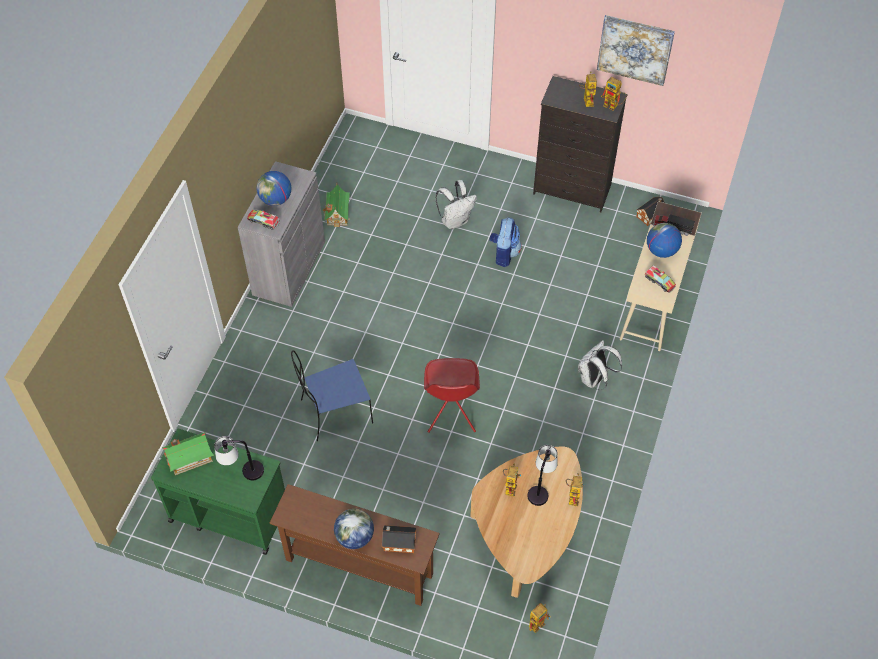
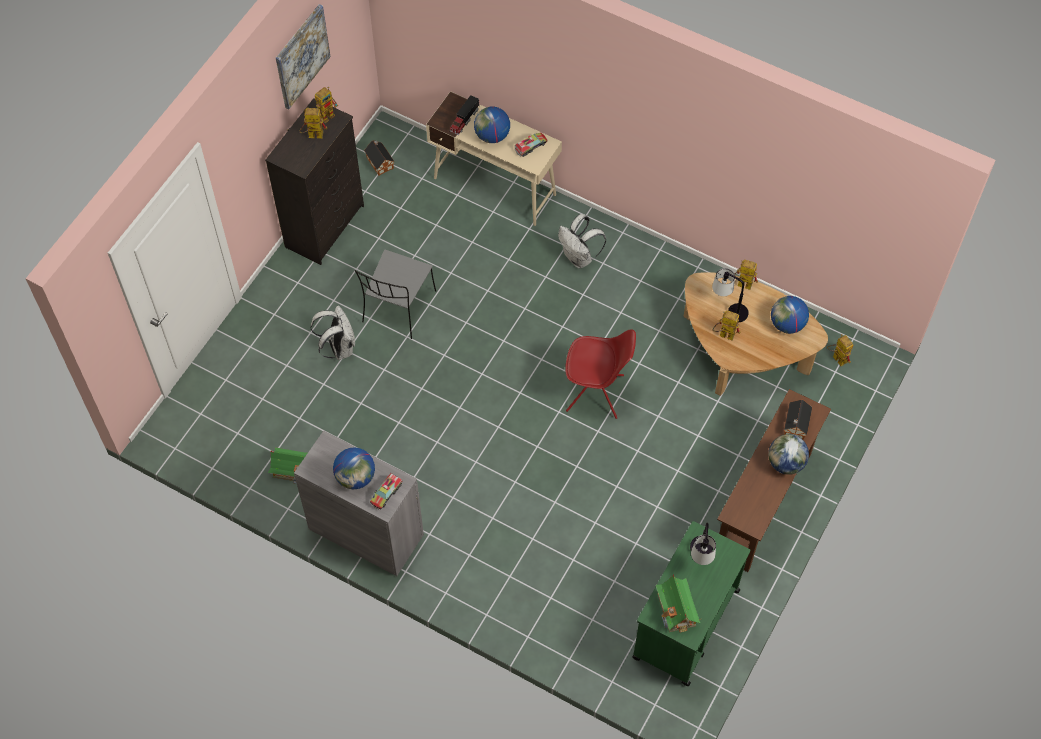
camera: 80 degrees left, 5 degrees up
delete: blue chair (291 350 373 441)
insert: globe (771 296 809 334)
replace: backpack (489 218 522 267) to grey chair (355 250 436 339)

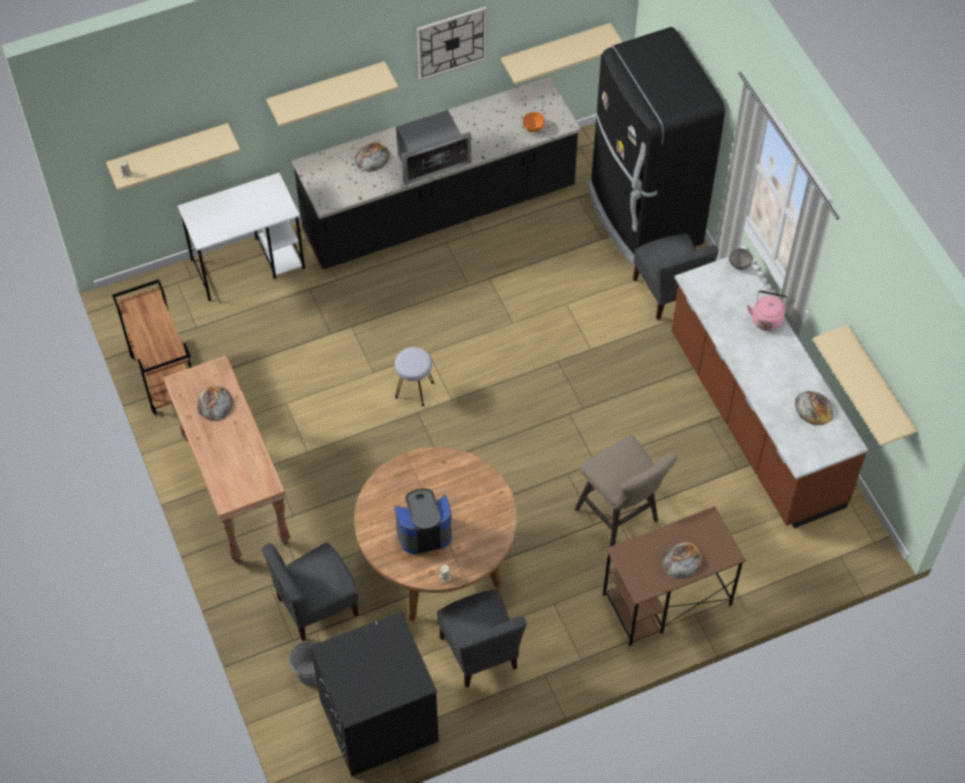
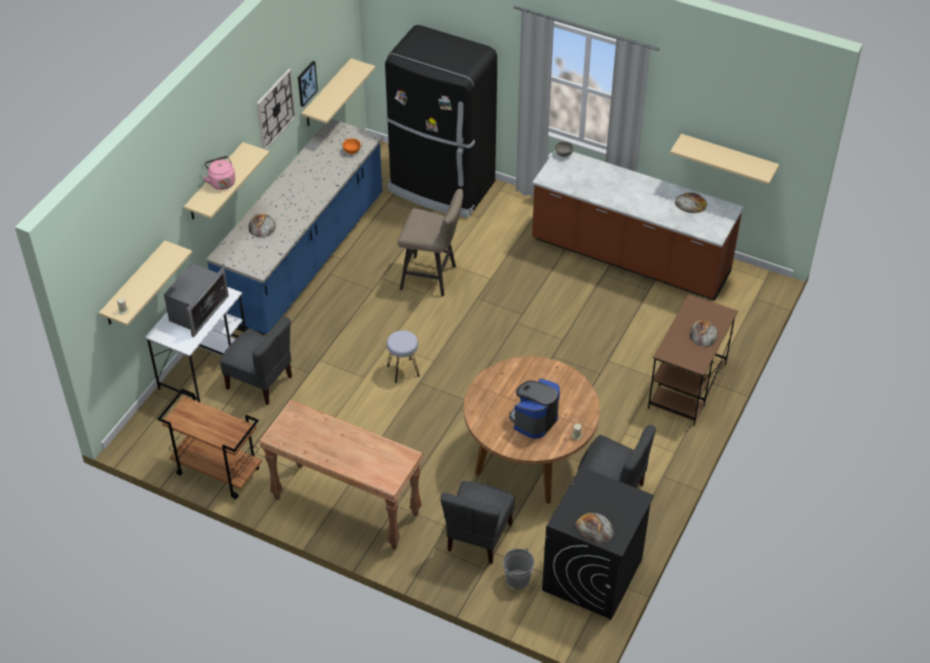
camera: 40 degrees left, 10 degrees down
insert: picture (298 61 318 107)
move: bread (197 386 232 421) to (576 513 614 543); microwave (396 110 471 185) to (164 263 229 337); beige stool (575 434 677 547) to (398 189 463 297); grey chair (633 234 719 320) to (220 317 292 405); pink kettle (747 290 788 331) to (203 156 235 190)
recolor: black counter (292 77 581 269) to blue counter (206 119 383 335)

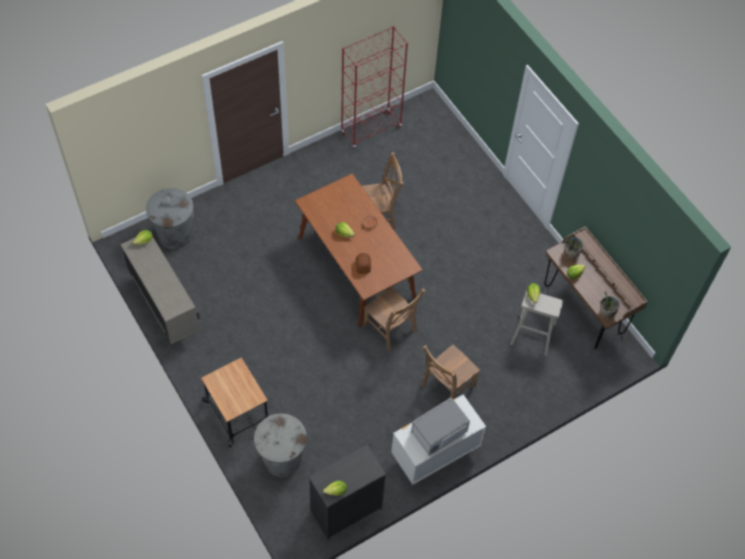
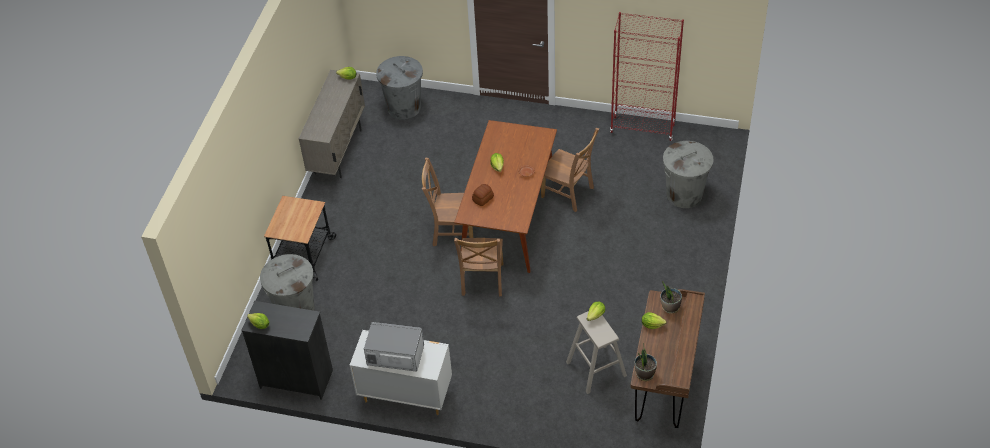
camera: 50 degrees right, 10 degrees down
insert: grey trash can (663 141 714 208)
move: brown chair (421 345 480 399) to (422 157 473 246)

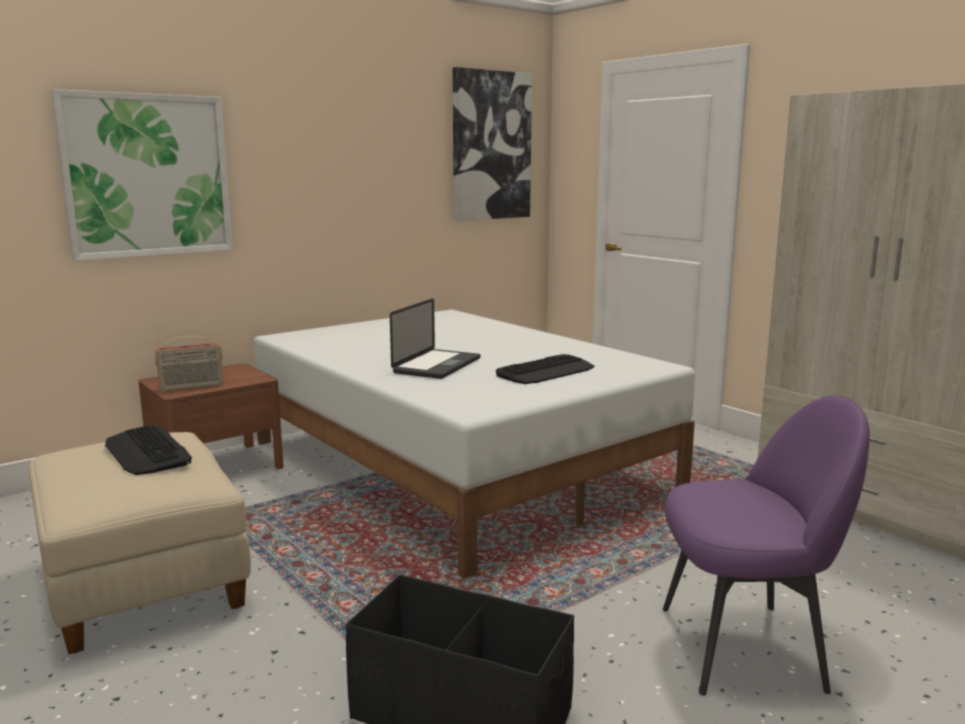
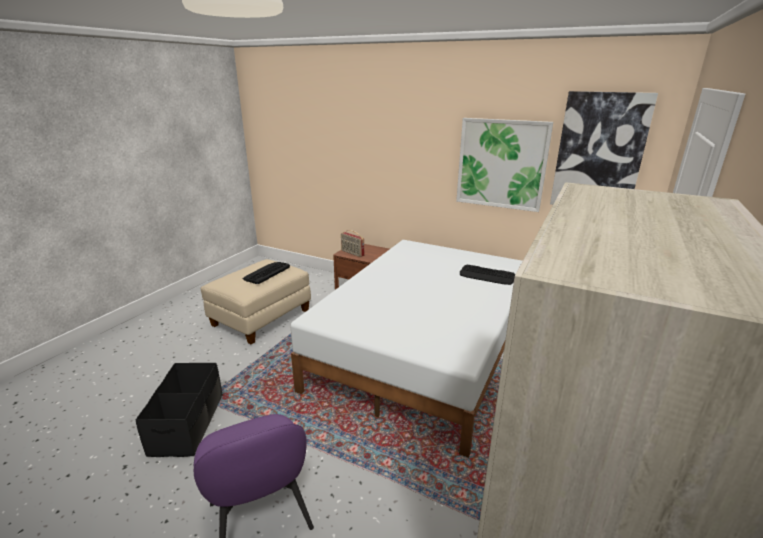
camera: 65 degrees right, 10 degrees up
delete: laptop (390 298 480 379)
move: picture (51 89 233 261) to (456 118 553 212); keyboard (496 354 595 384) to (460 265 515 285)

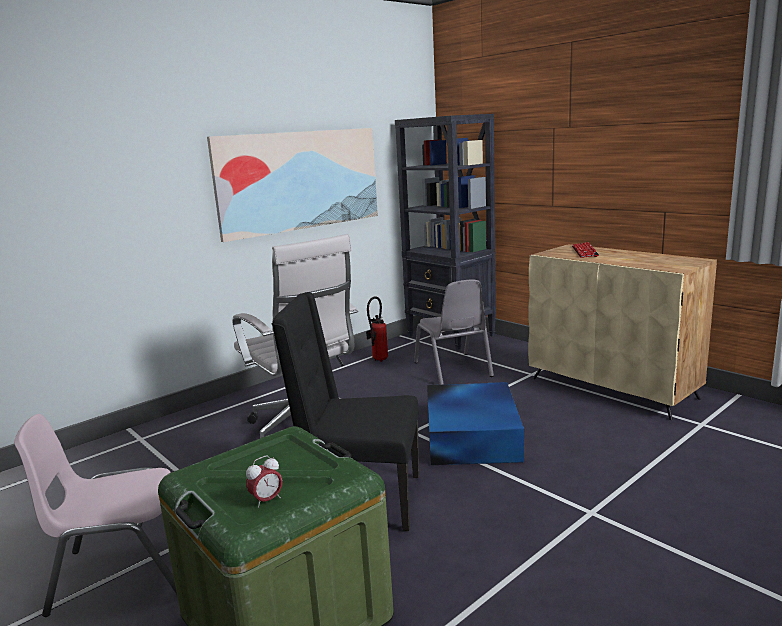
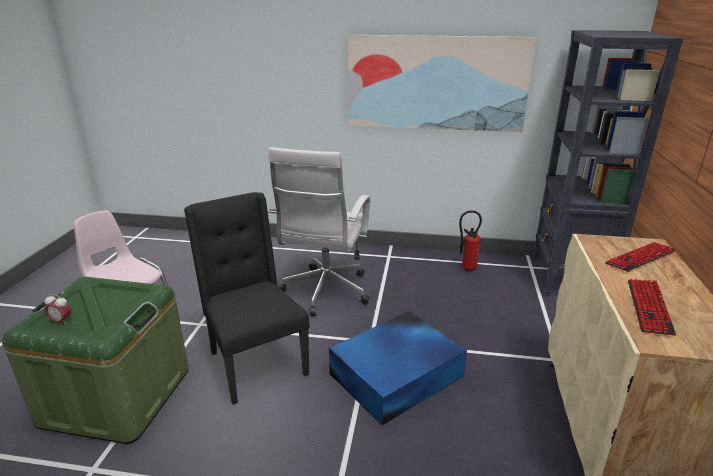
camera: 50 degrees right, 10 degrees up
delete: grey chair (414 279 494 385)
insert: keyboard (628 279 676 336)

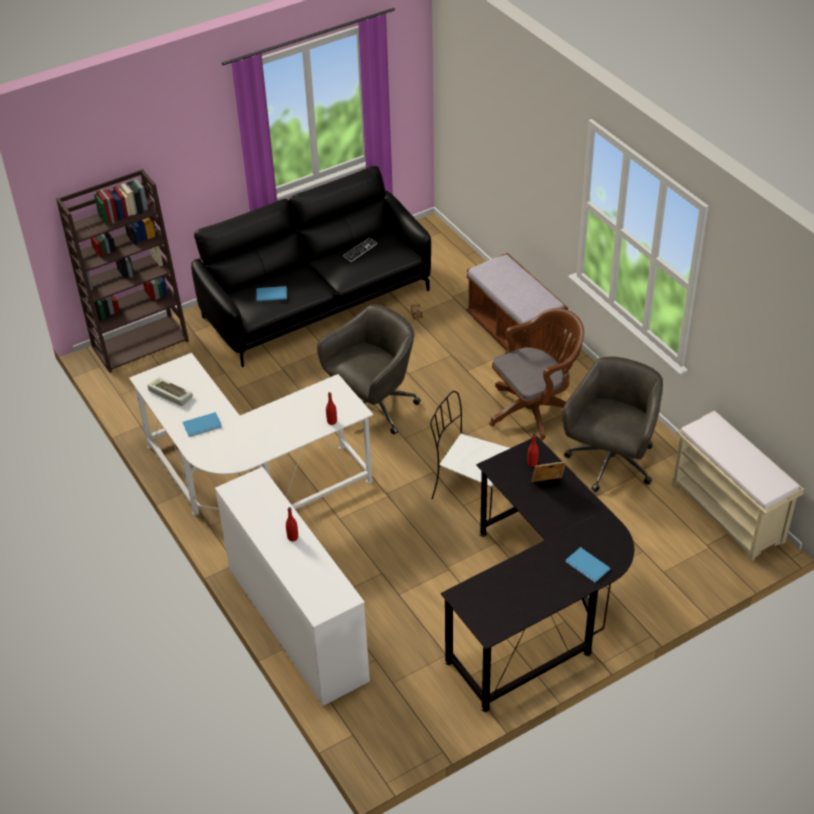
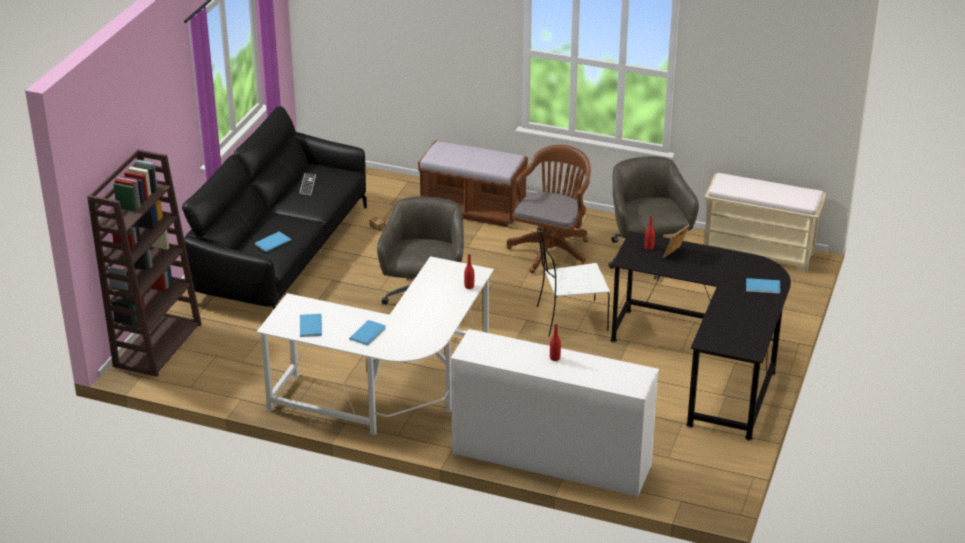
camera: 40 degrees left, 10 degrees down
replace: keyboard (147 377 193 406) to blue book (300 314 322 337)

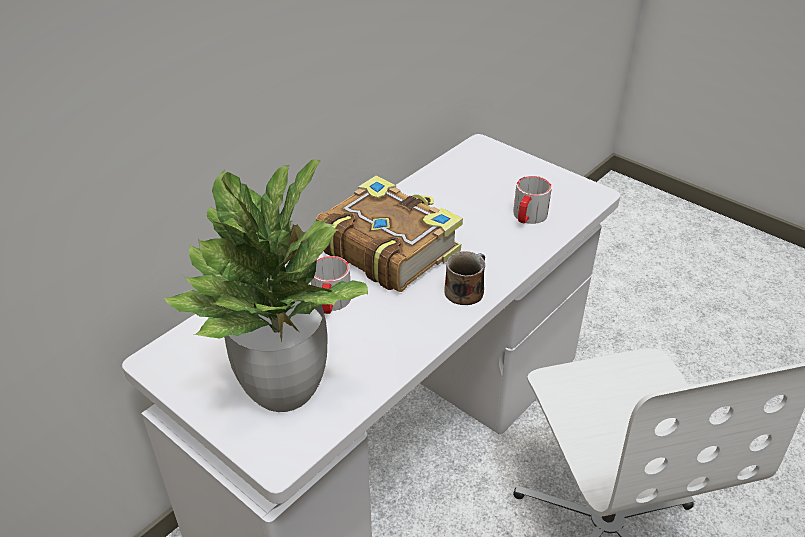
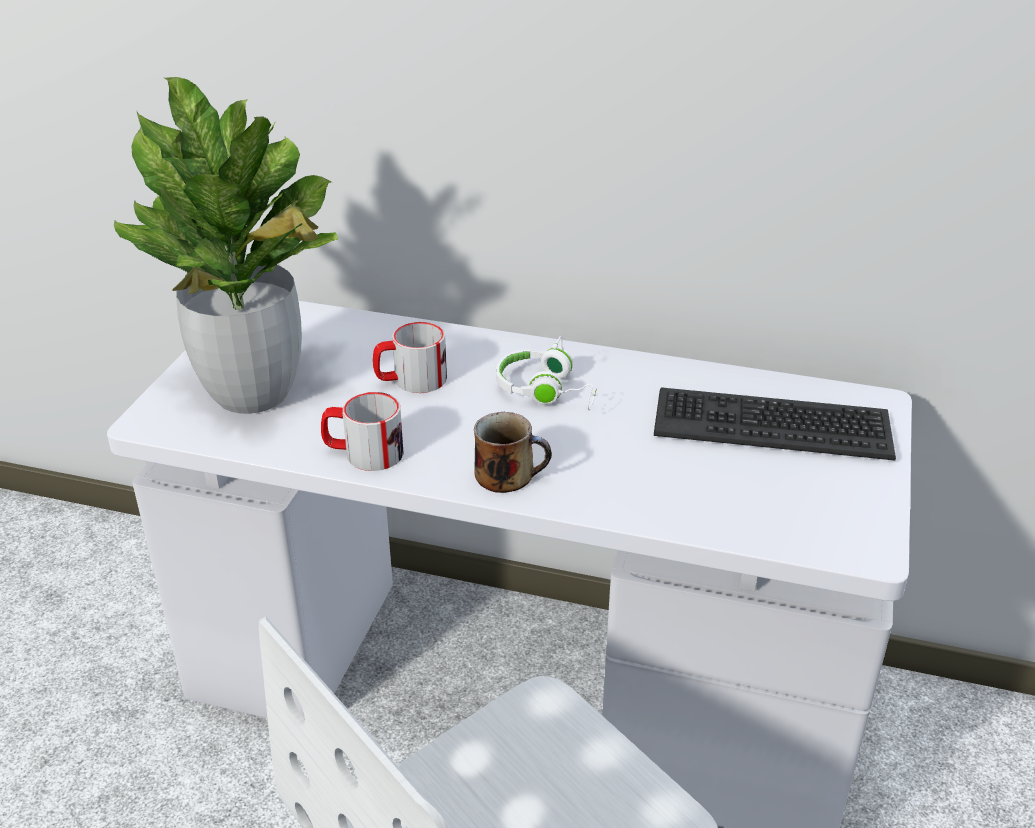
camera: 65 degrees right, 5 degrees down
insert: keyboard (654 387 896 461)
move: mug (513 176 552 224) to (321 392 404 471)
replace: book (315 176 463 292) to white headphones (496 336 597 410)

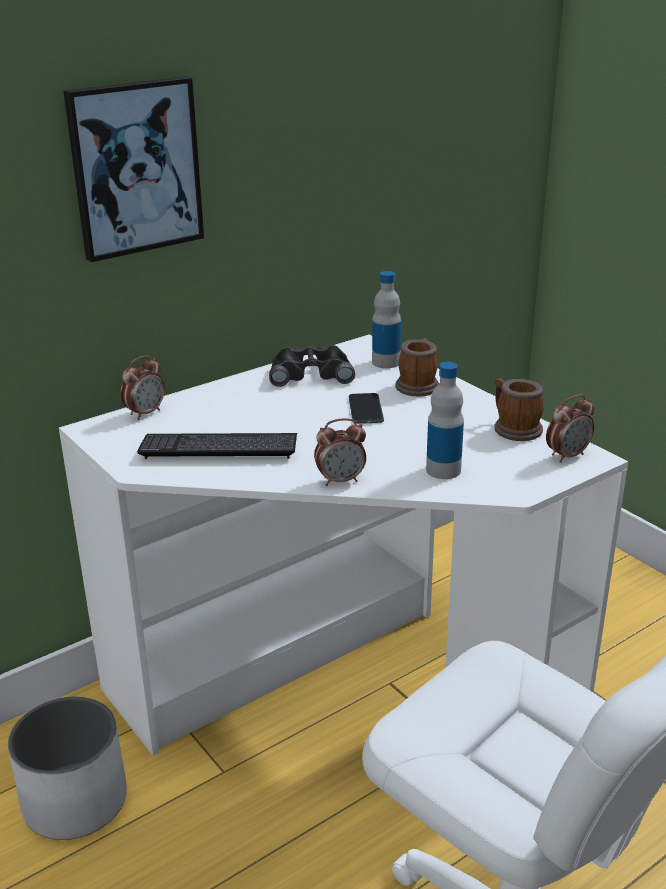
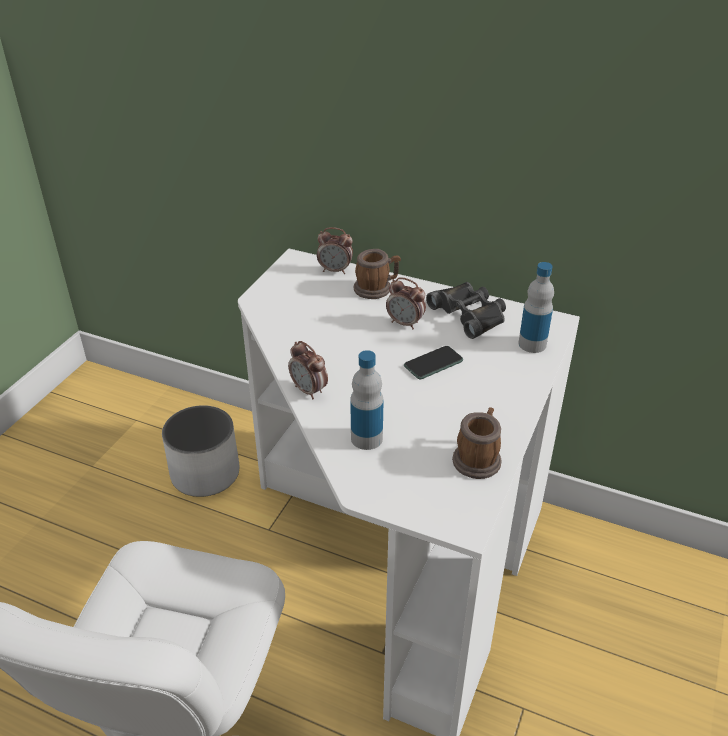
camera: 60 degrees right, 10 degrees up
delete: picture (64 76 204 262); keyboard (137 433 297 459)
move: mug (395 338 439 396) to (354 249 401 299); alarm clock (546 395 594 462) to (386 277 426 330)

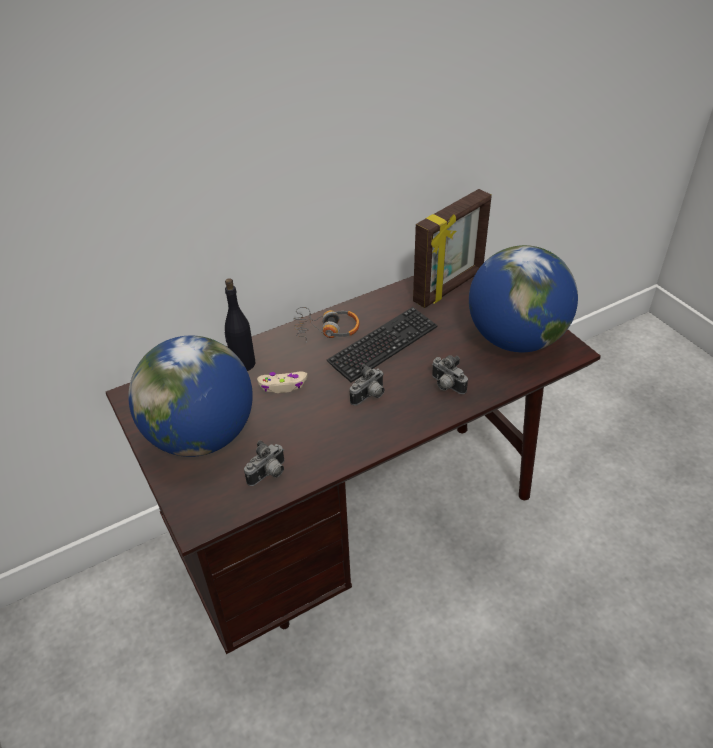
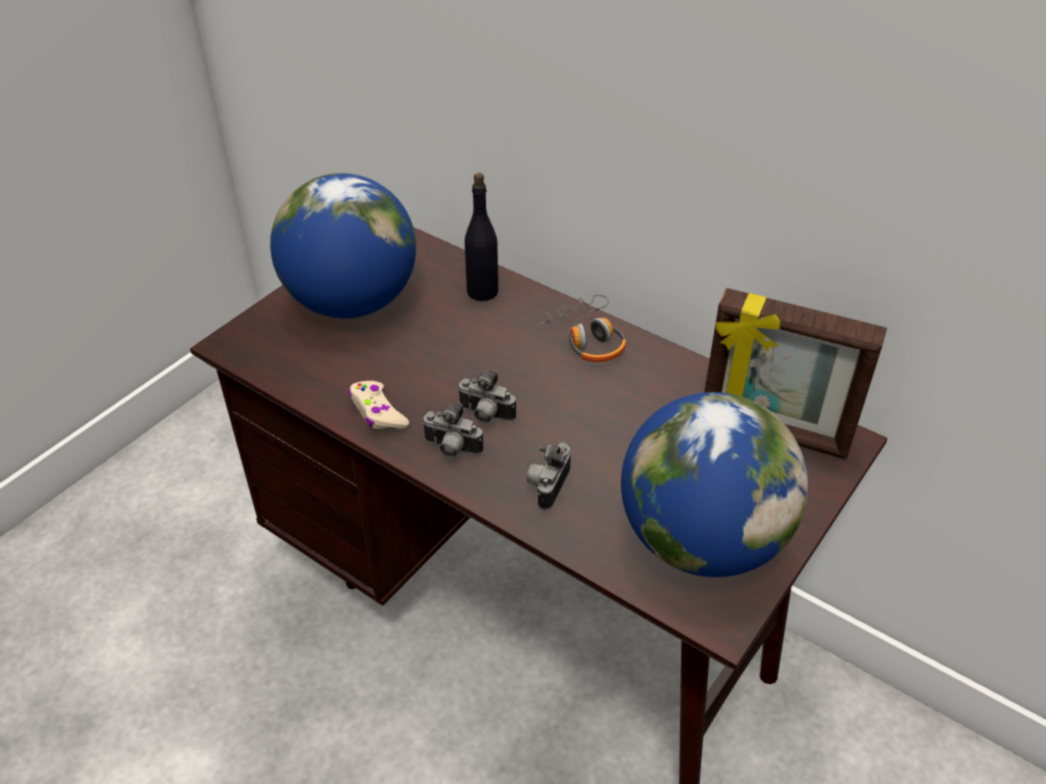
camera: 65 degrees right, 0 degrees up
delete: keyboard (326 307 438 383)
move: photo camera (244 440 284 486) to (422 402 483 458); beige game controller (257 371 307 393) to (349 381 409 429)

